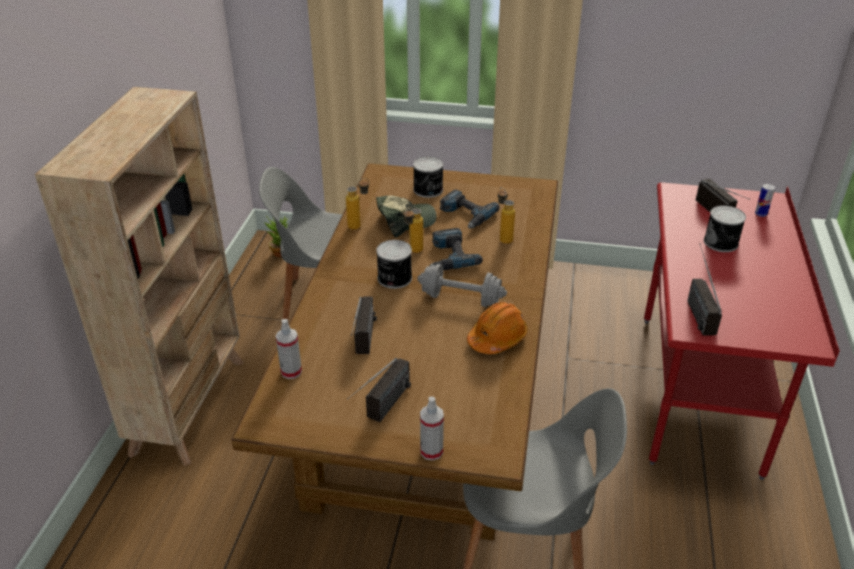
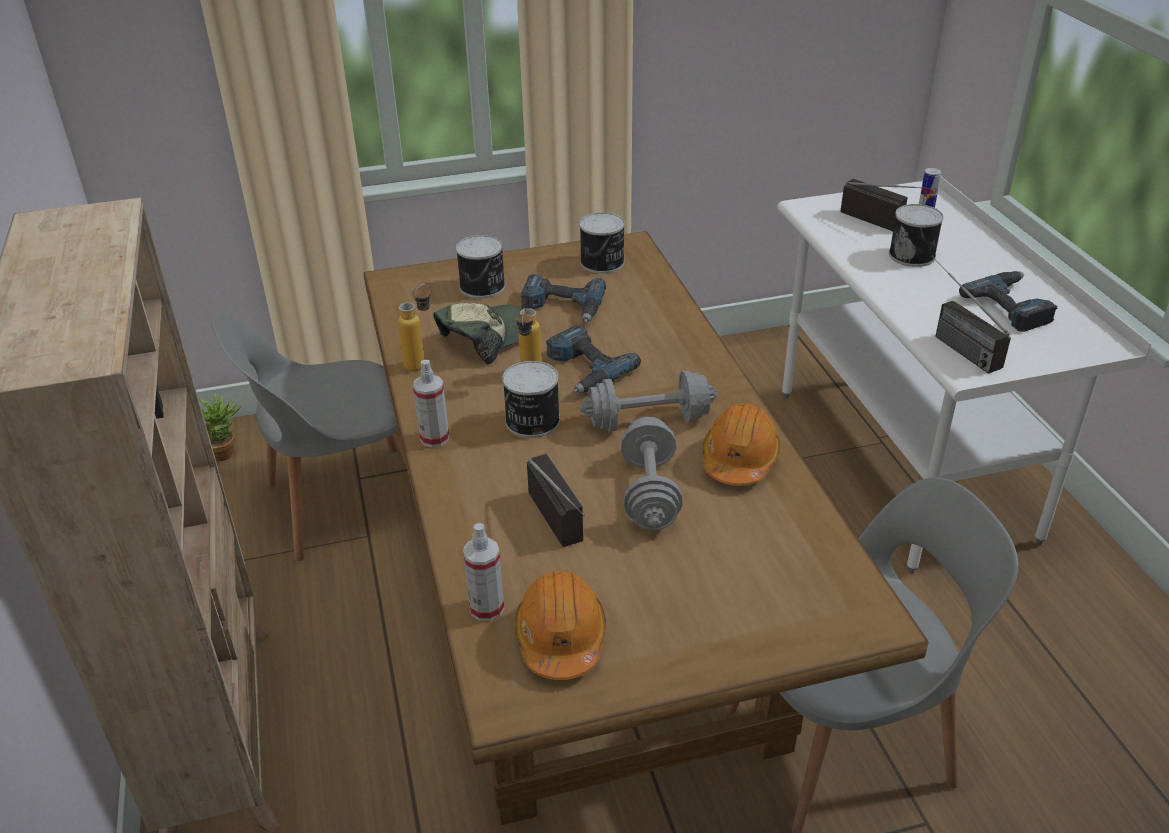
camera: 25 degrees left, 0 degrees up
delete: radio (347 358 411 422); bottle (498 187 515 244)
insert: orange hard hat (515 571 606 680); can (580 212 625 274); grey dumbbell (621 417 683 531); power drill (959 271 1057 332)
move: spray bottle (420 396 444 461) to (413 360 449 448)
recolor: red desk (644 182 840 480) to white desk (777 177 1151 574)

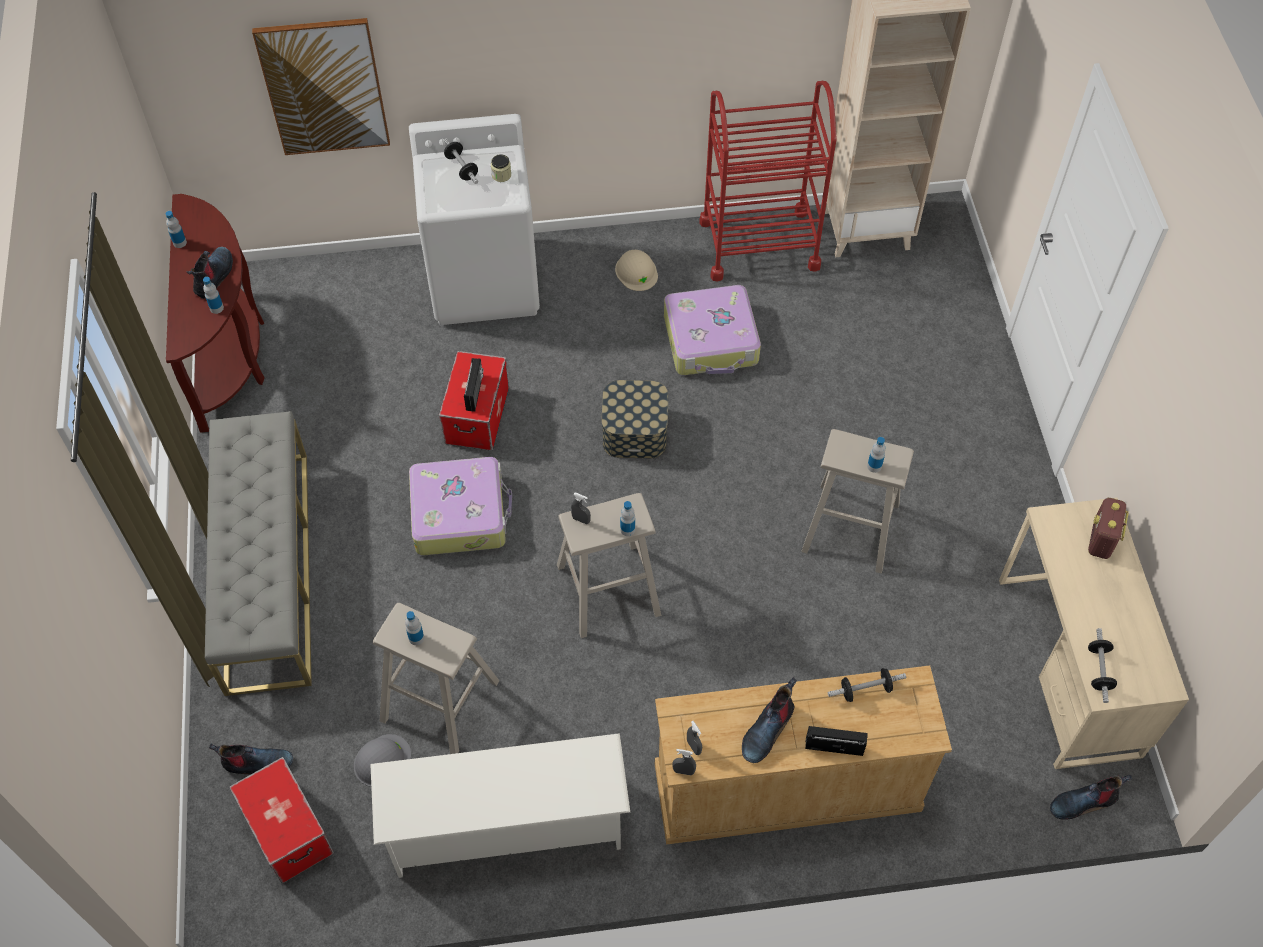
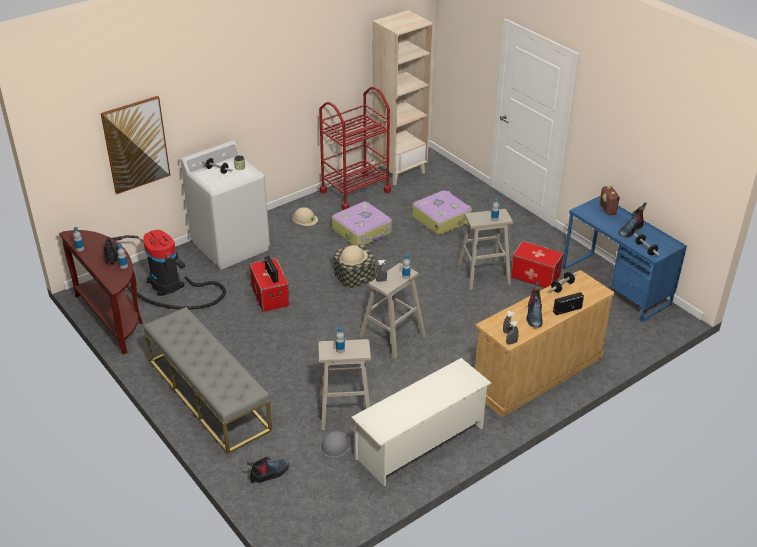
camera: 30 degrees left, 20 degrees down
insert: vacuum cleaner (112 230 226 310); beige hard hat (340 245 368 265)
move: storage box (229 757 334 883) to (511 241 564 288); suitcase (409 457 512 555) to (412 190 472 235); boot (1050 775 1132 819) to (618 203 647 238)
recolor: beige desk (999 498 1189 769) to blue desk (562 196 687 322)

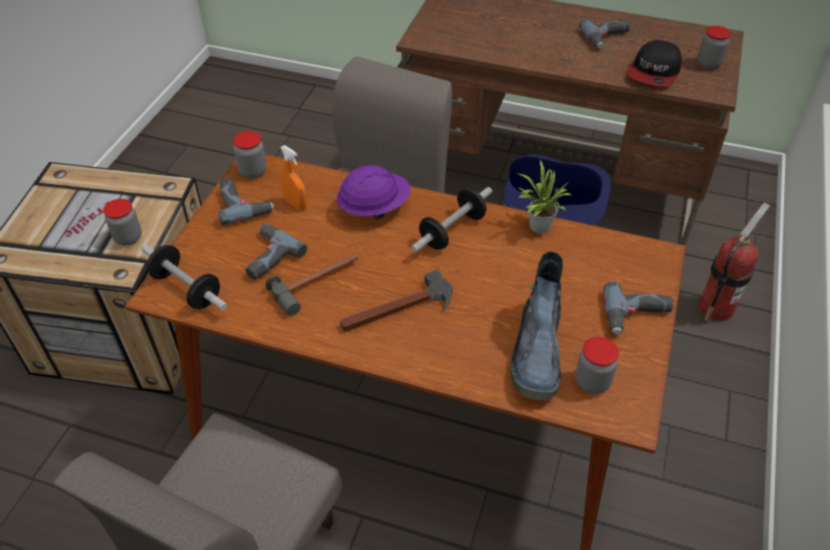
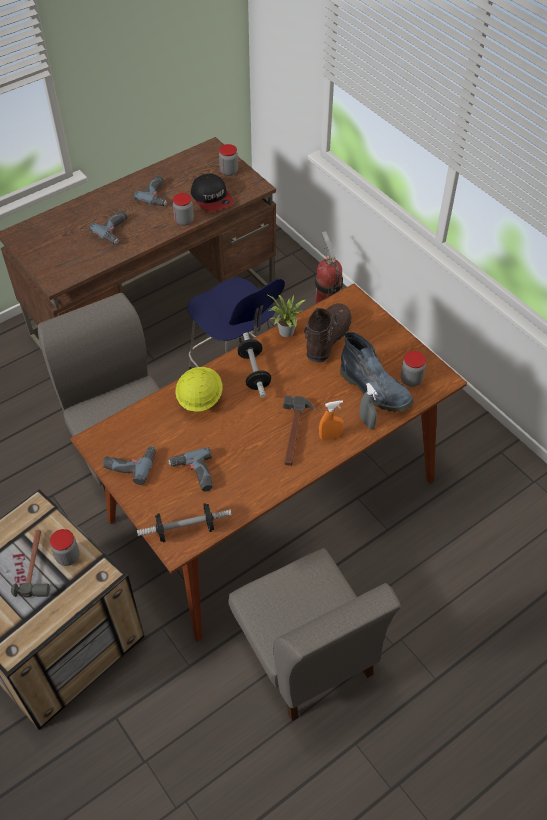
camera: 55 degrees left, 5 degrees up
insert: brown boot (304 303 352 362); grey spray bottle (359 383 378 429)
move: jar (233 131 267 179) to (173 193 194 226); hammer (266 253 358 316) to (11 530 50 597); orange spray bottle (280 145 307 210) to (319 400 344 441); power drill (604 281 673 335) to (89 211 127 244)
recolor: purple hard hat (337 165 411 220) to yellow hard hat (175 367 223 412)

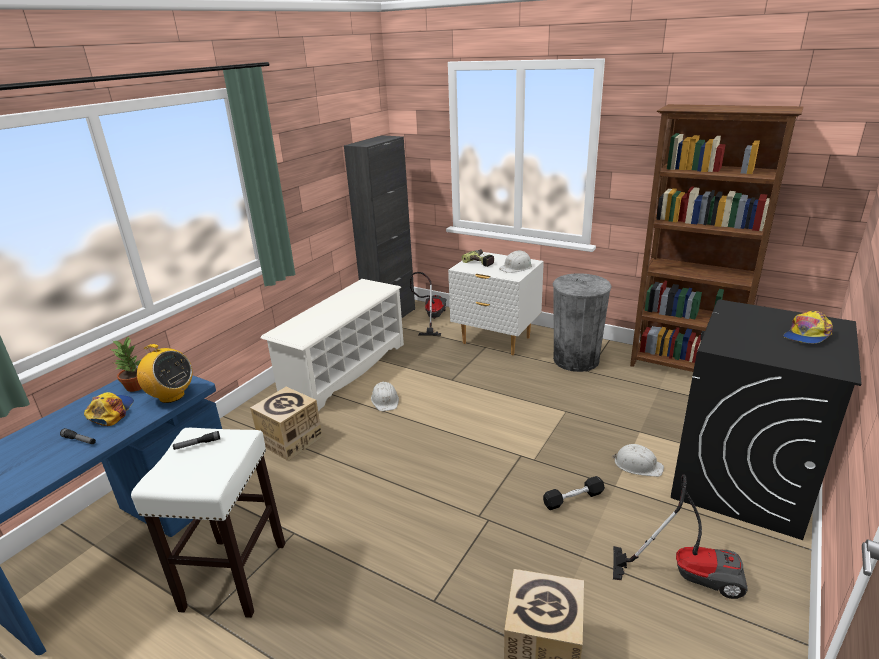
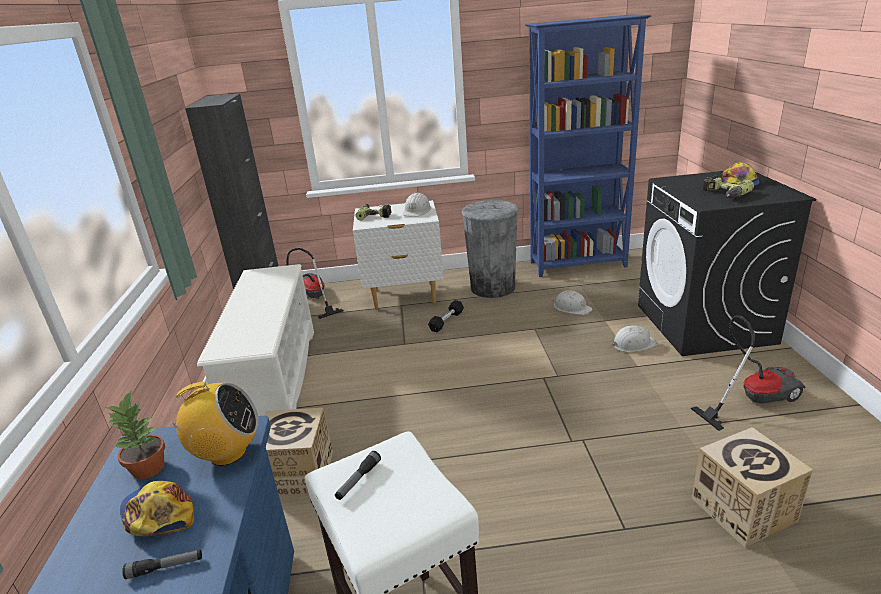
camera: 35 degrees left, 0 degrees up
insert: power drill (702 175 754 198)
move: white hard hat (371 382 399 411) to (553 290 593 315); black dumbbell (543 476 605 510) to (428 300 464 332)
recolor: brown bookcase (630 104 803 372) to blue bookcase (525 14 652 277)

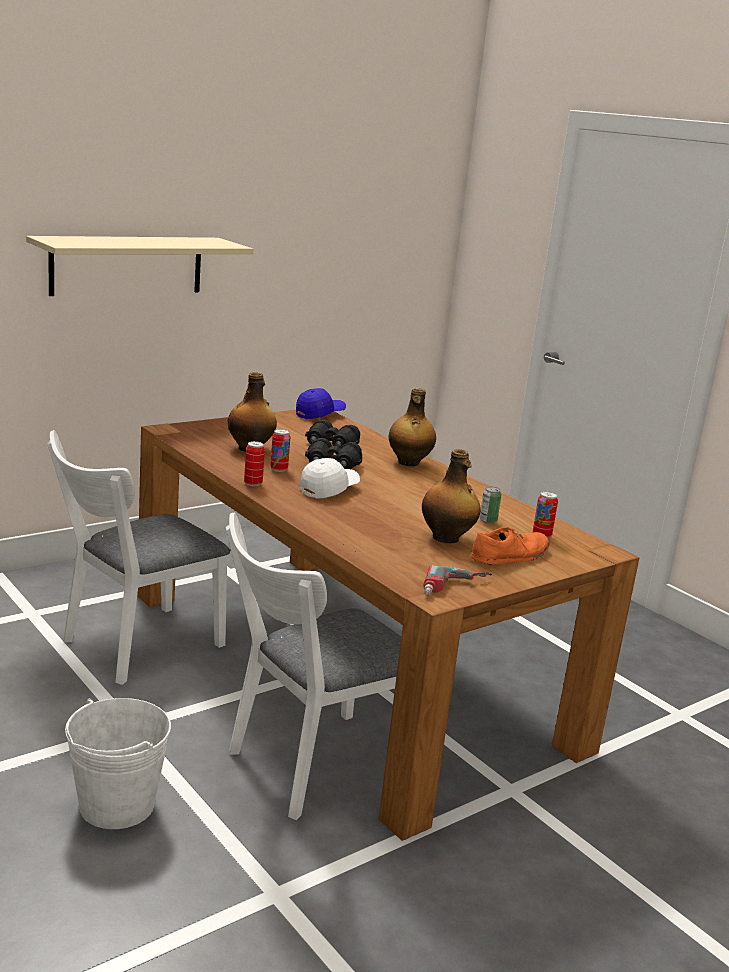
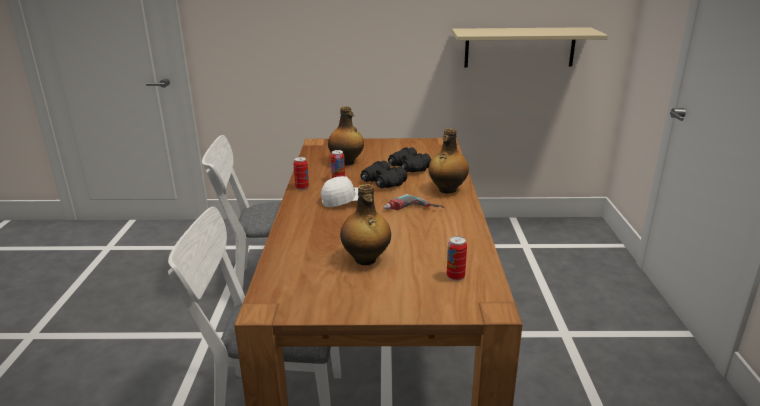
camera: 40 degrees right, 5 degrees up
delete: white bucket (65 698 171 829); blue cap (296 388 346 419); orange shoe (471 527 550 565); can (480 486 501 524)
move: beige shelf (26 236 254 296) to (452 27 608 67); power drill (424 565 492 594) to (383 194 444 210)

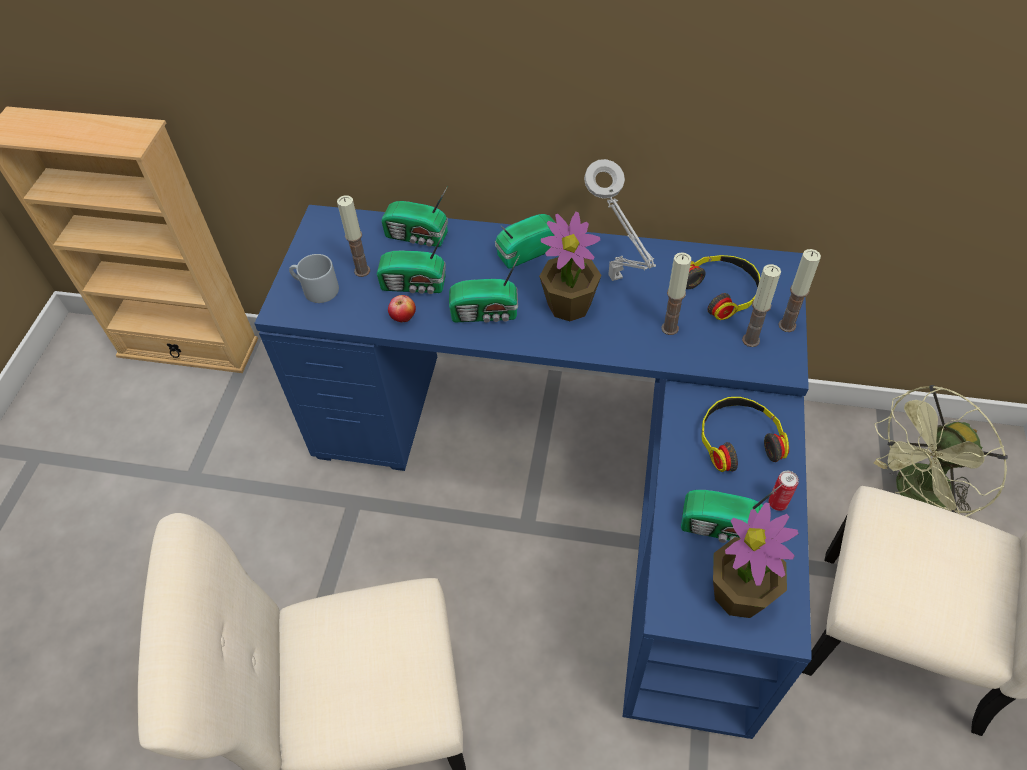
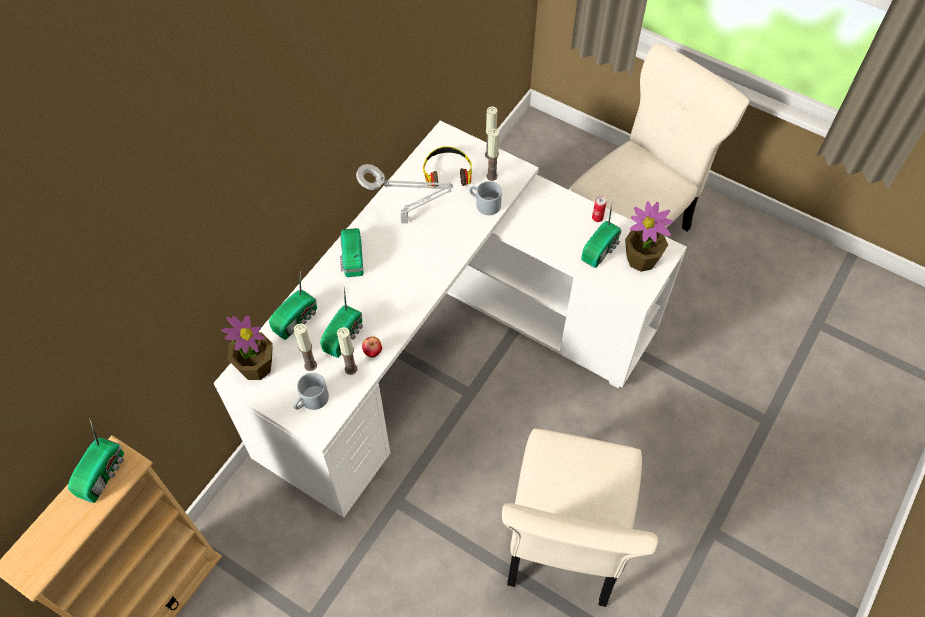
camera: 70 degrees left, 5 degrees up
delete: headphones (701 397 789 472); green fan (874 385 1008 517)
insert: grey mug (469 181 502 215)
move: radio (449 255 520 322) to (68 418 124 503); potted plant (539 211 601 321) to (221 316 273 380); candle (661 252 691 335) to (337 327 357 375)
recolor: blue desk (254 205 812 739) to white desk (213 120 687 518)

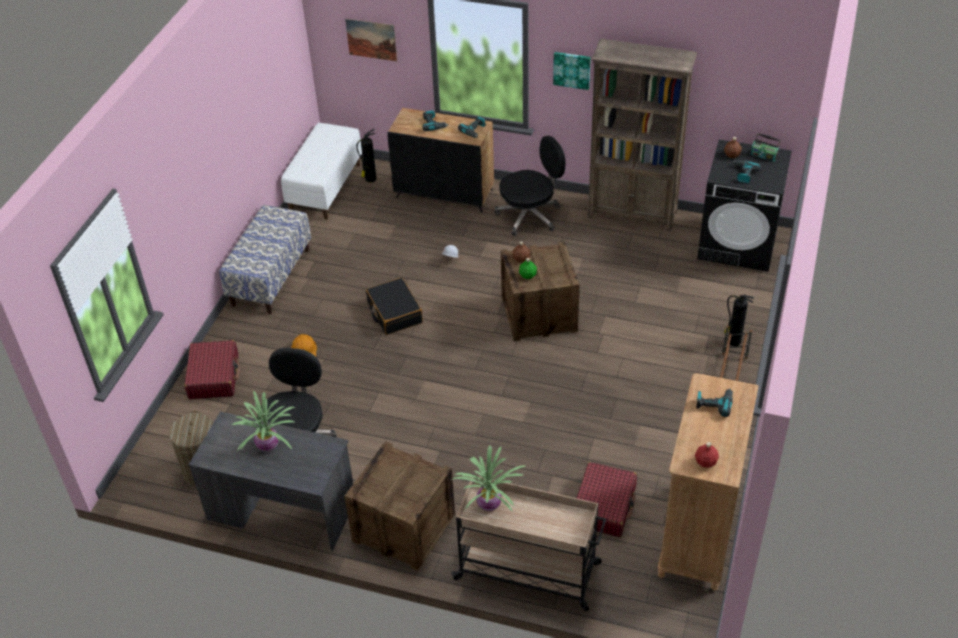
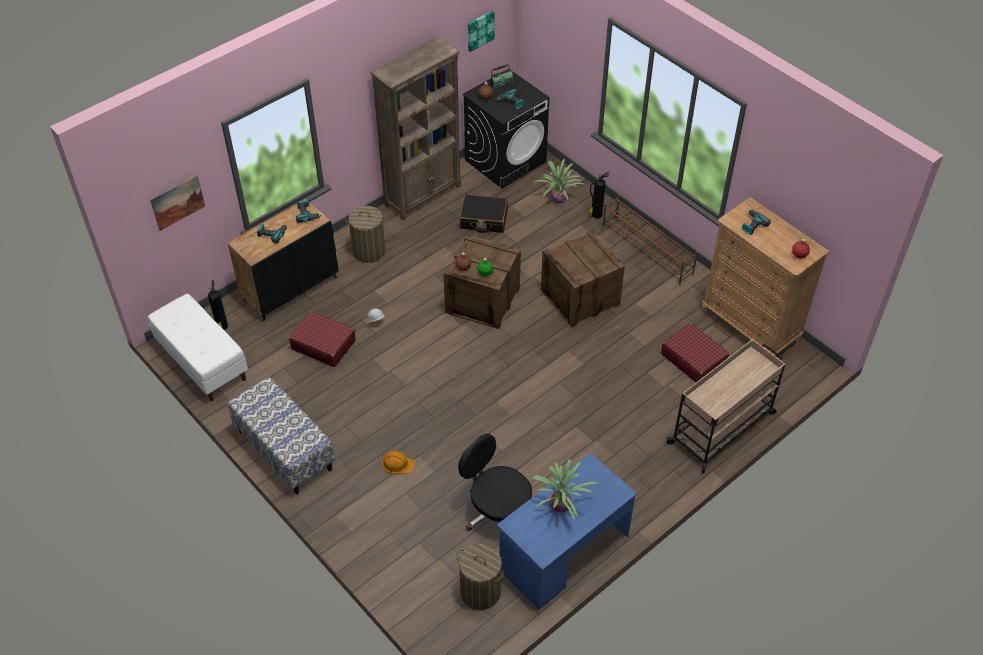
camera: 60 degrees left, 5 degrees up
move: red suitcase (184 340 240 399) to (289 311 356 367); crate (344 441 455 571) to (541 230 625 327); black suitcase (366 278 423 335) to (459 195 508 233); potted plant (451 445 525 512) to (535 159 583 203); picture (553 52 591 90) to (468 11 495 52)
replace: black office chair (495 136 566 236) to laundry basket (345 206 387 263)
recolor: grey desk (189 411 353 551) to blue desk (497 453 637 610)

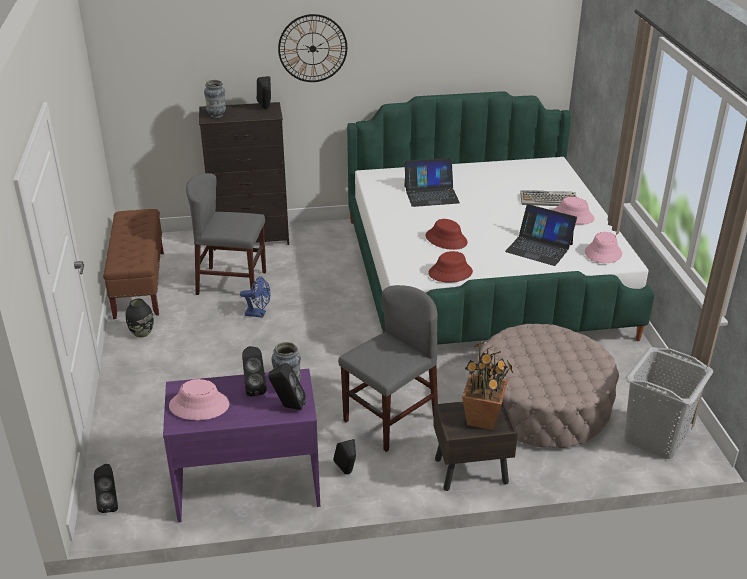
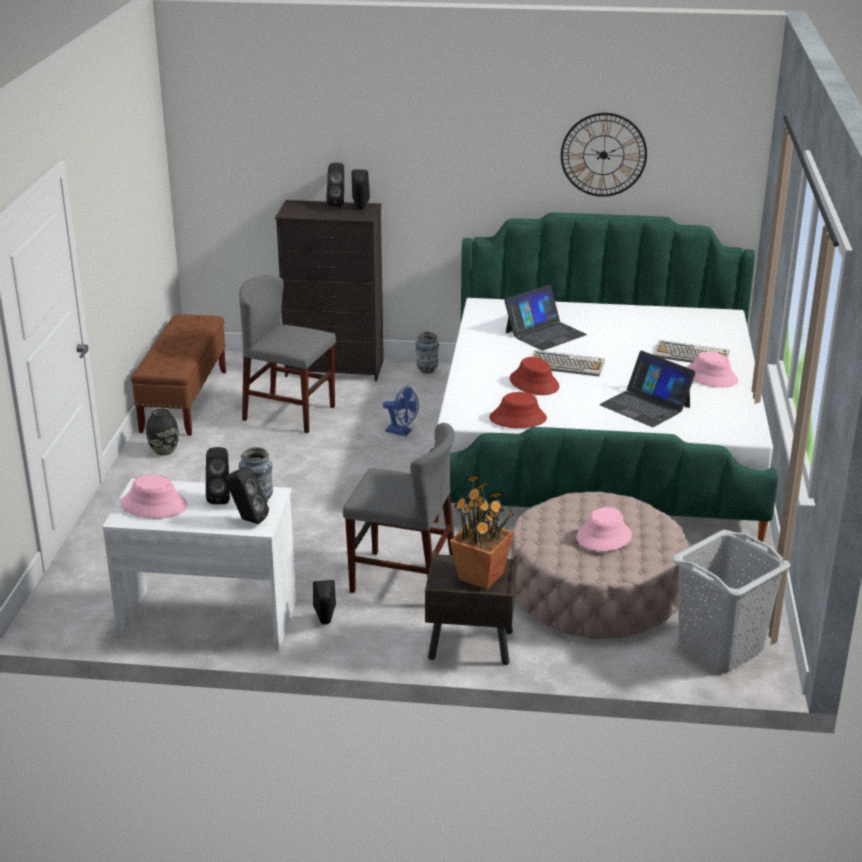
camera: 15 degrees right, 5 degrees down
insert: keyboard (532 350 605 377)
move: black speaker (94 464 118 513) to (326 163 344 206); vase (204 80 226 118) to (415 331 439 374); blue fan (240 276 270 318) to (383 386 419 436); wall clock (278 14 347 82) to (561 113 647 197); pink hat (585 232 622 263) to (576 507 632 551)
recolor: purple desk (163 369 320 523) to white desk (102 478 296 651)
rotate: grey chair (338 285 438 452) = (343 423 455 593) 45 degrees clockwise; laptop (404 158 460 207) = (504 285 587 351) 45 degrees counterclockwise

